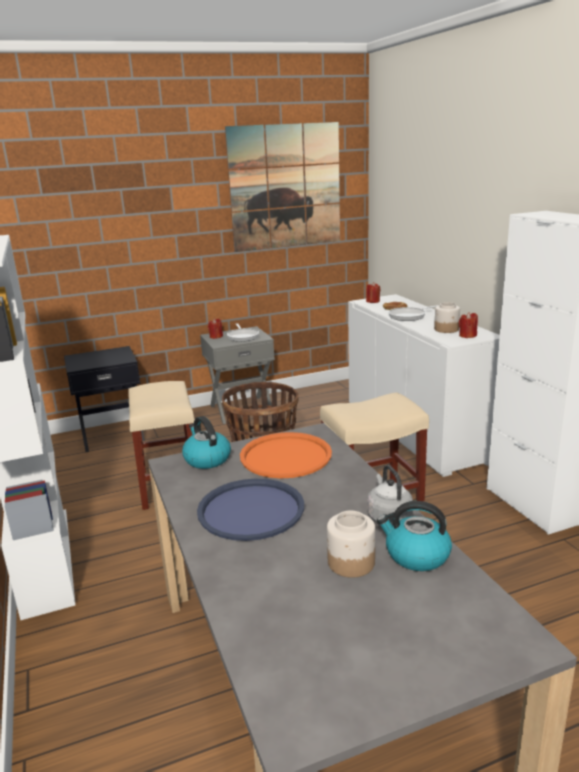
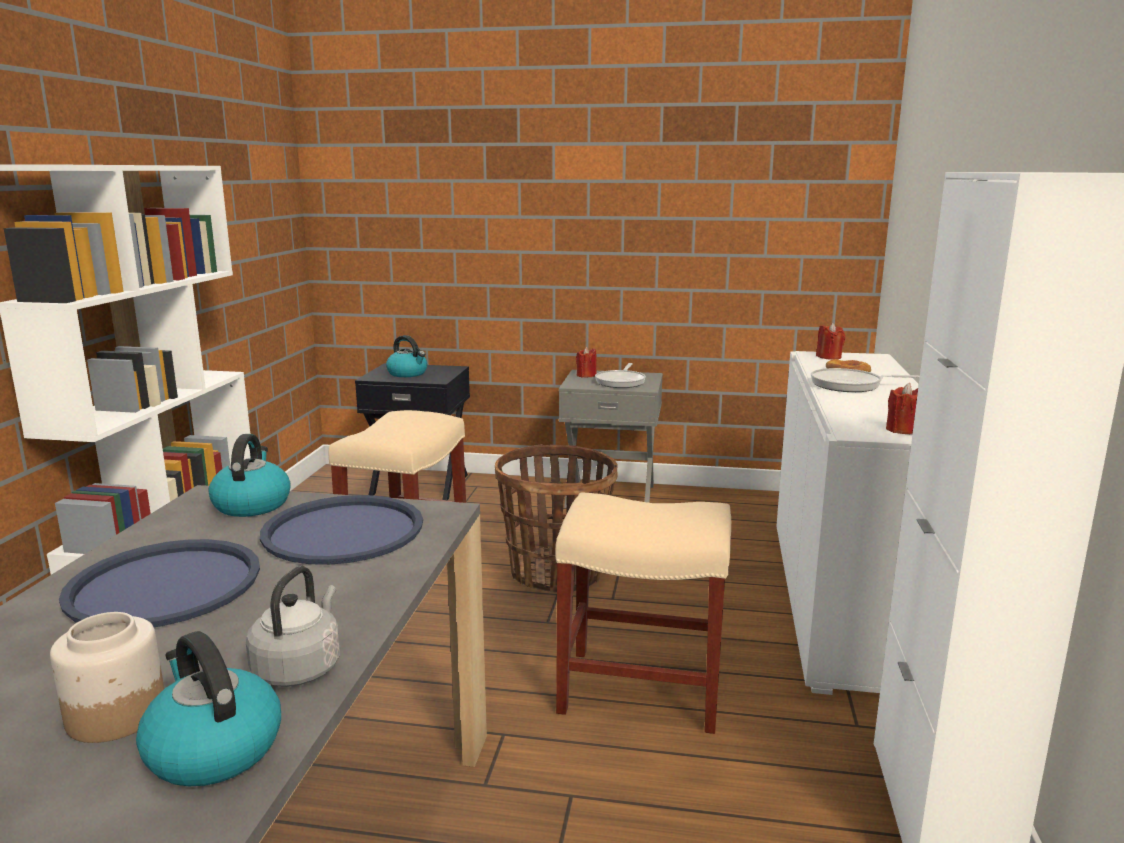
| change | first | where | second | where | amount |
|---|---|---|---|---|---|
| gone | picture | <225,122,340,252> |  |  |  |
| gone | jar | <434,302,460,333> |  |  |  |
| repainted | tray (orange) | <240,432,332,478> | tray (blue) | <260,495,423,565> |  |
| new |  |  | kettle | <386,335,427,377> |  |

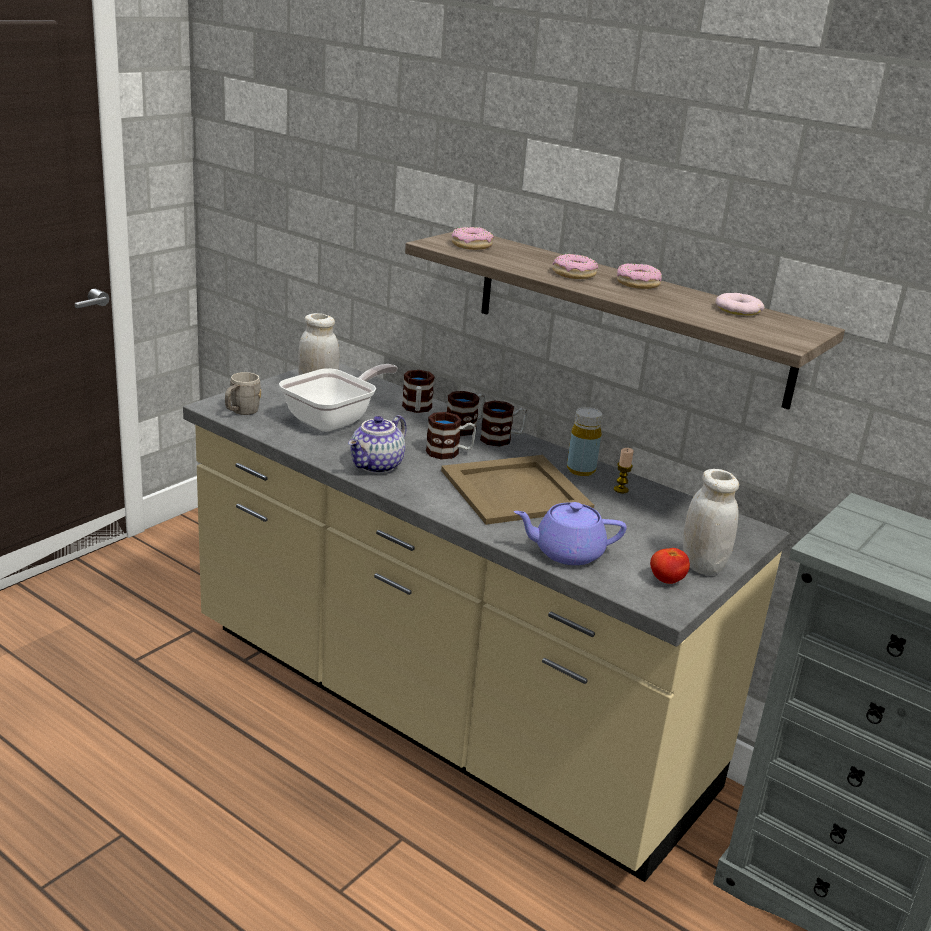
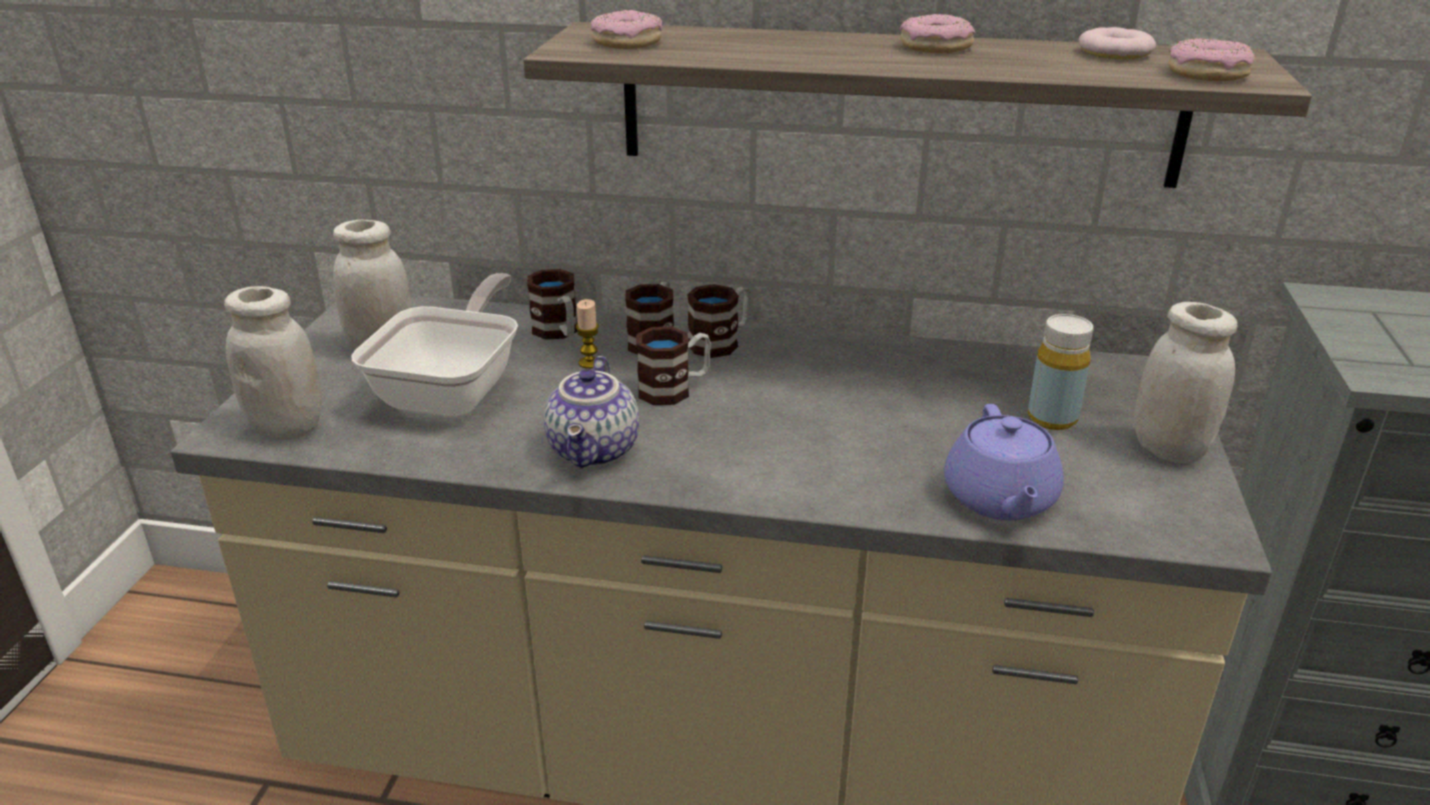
| change | first | where | second | where | amount |
|---|---|---|---|---|---|
| shifted | donut | <553,254,598,279> |  | <1168,38,1255,81> |  |
| swapped | mug (grey) | <225,372,261,415> | jar (white) | <224,286,322,441> |  |
| shifted | bottle (yellow) | <567,407,602,476> |  | <1028,314,1093,430> |  |
| shifted | candle | <614,448,634,493> |  | <576,299,599,369> |  |
| gone | tray (beige) | <441,455,594,525> |  |  |  |
| rotated | teapot (purple) | <514,502,627,565> |  | <944,404,1064,520> | 60 degrees counterclockwise |
| gone | tomato | <650,548,690,584> |  |  |  |

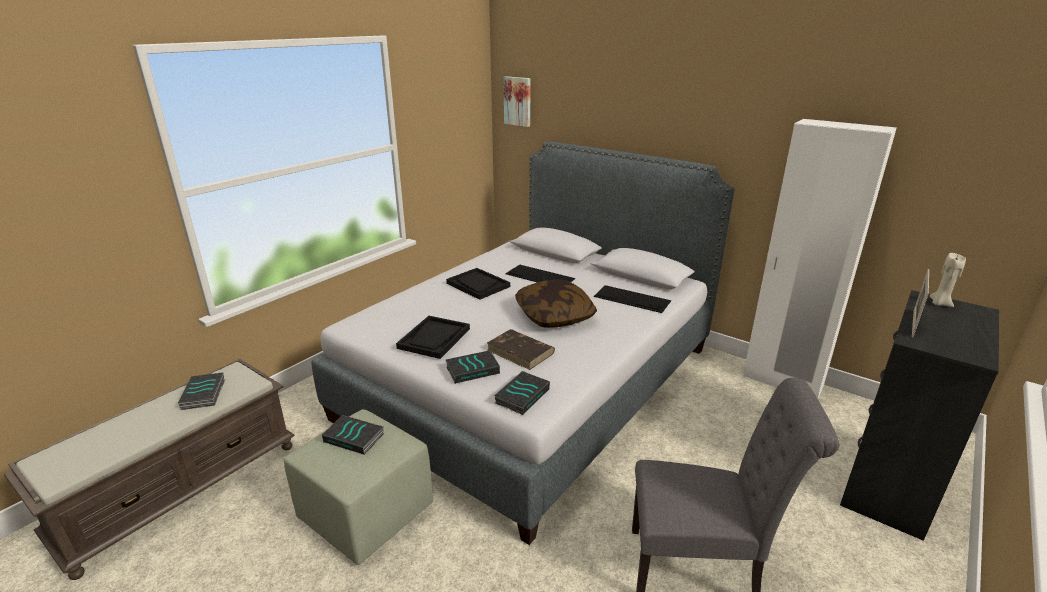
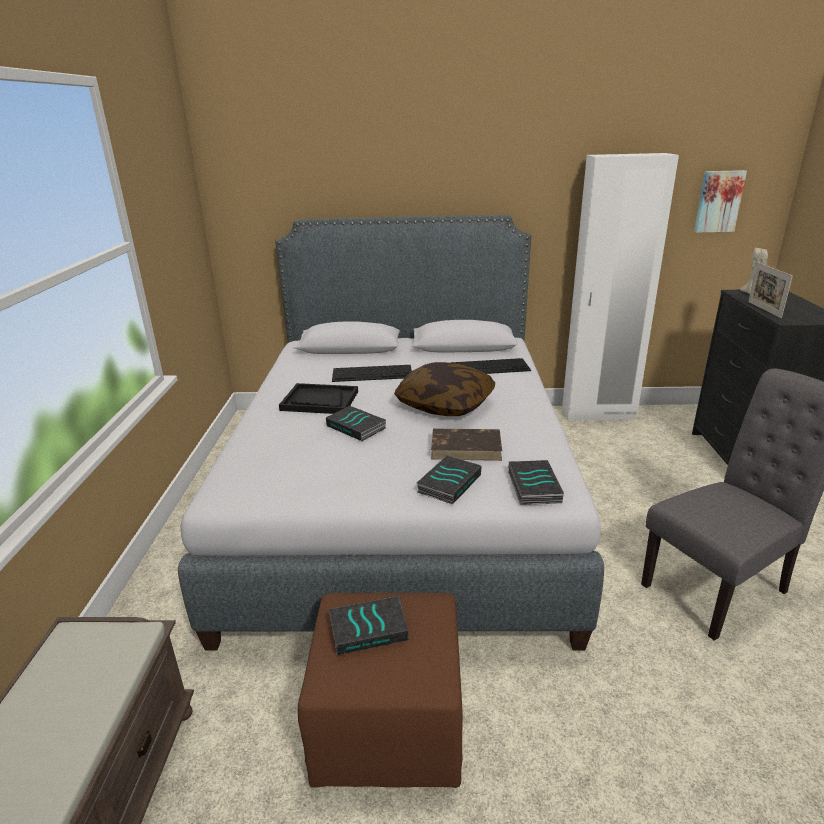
| change | first | where | second | where | amount |
|---|---|---|---|---|---|
| shifted | picture | <503,76,530,127> |  | <694,170,747,233> |  |
| gone | tray (black) | <396,316,470,359> |  |  |  |
| shifted | book | <178,372,225,410> |  | <326,406,386,441> |  |
| repainted | ottoman (green) | <284,409,433,565> | ottoman (brown) | <298,593,463,788> |  |

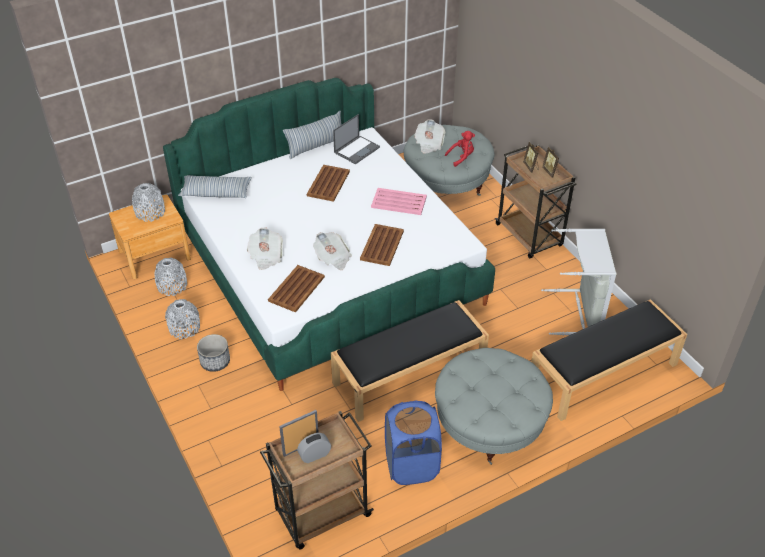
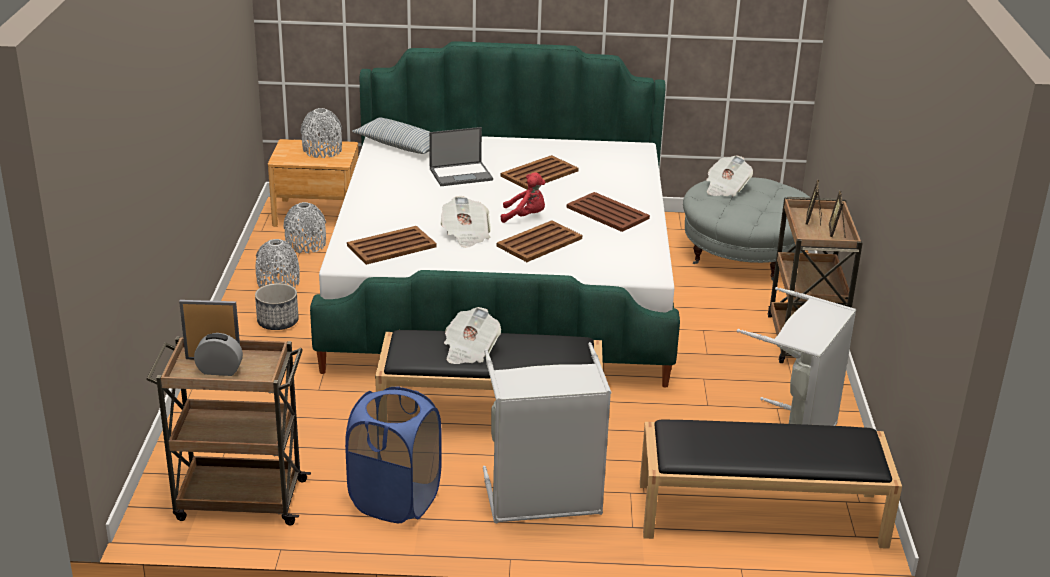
| change | first | where | second | where | amount |
|---|---|---|---|---|---|
| gone | pillow | <283,111,342,159> |  |  |  |
| shifted | laptop | <333,114,380,164> |  | <429,127,493,186> |  |
| shifted | plush toy (red) | <445,131,475,167> |  | <501,173,545,223> |  |
| repainted | tray (pink) | <371,188,427,215> | tray (brown) | <567,192,650,232> |  |
| shifted | newspaper | <247,227,283,270> |  | <444,307,501,364> |  |
| swapped | ottoman (grey) | <435,348,553,465> | laundry basket (grey) | <483,342,611,523> |  |

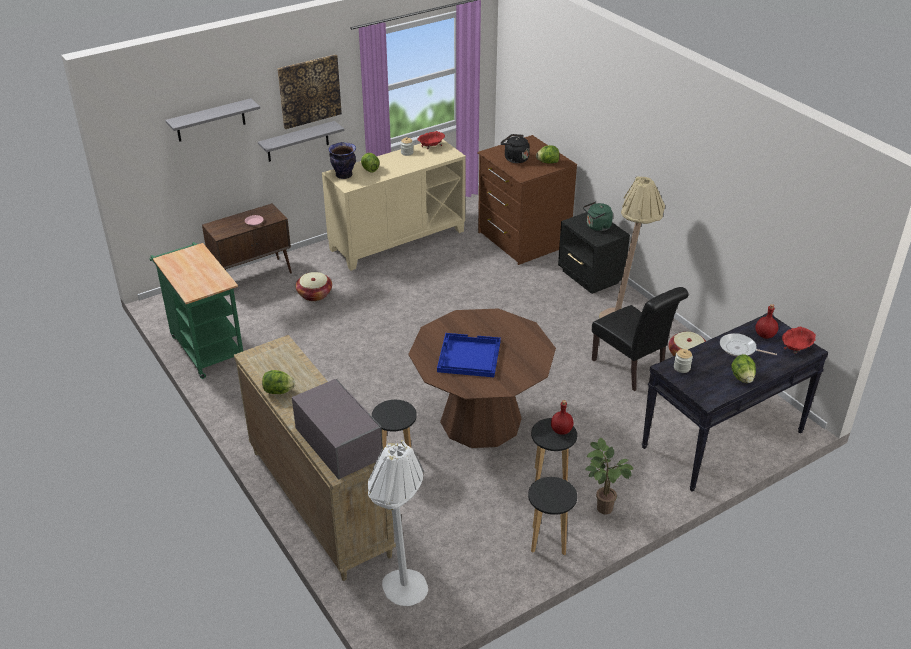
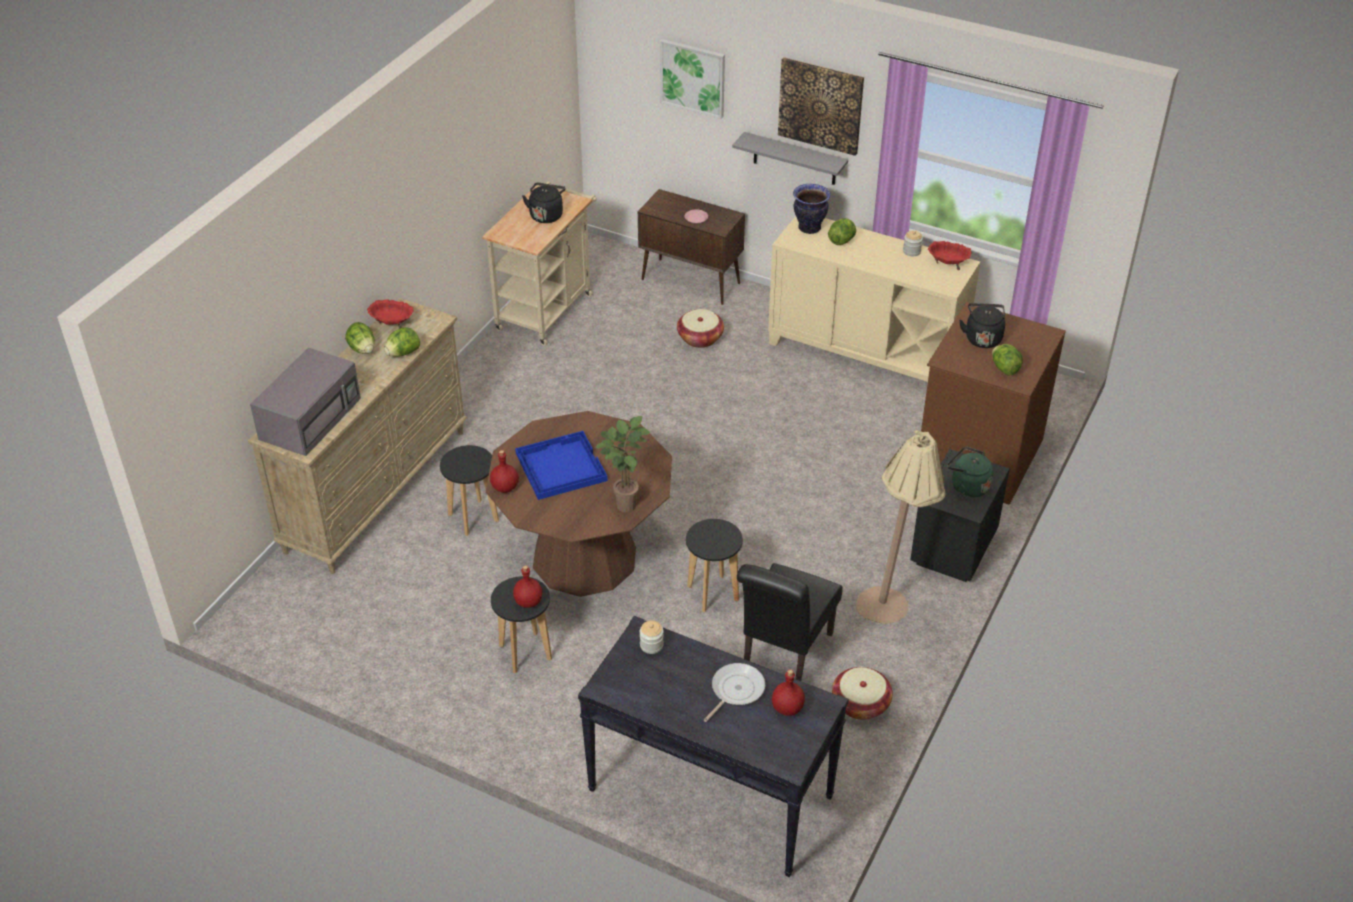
| change | first | where | second | where | amount |
|---|---|---|---|---|---|
| swapped | shelf (grey) | <165,98,260,142> | picture | <660,39,725,119> |  |
| repainted | cart (green) | <149,242,243,379> | cart (beige) | <482,181,597,346> |  |
| shifted | bowl (red) | <782,326,816,354> |  | <367,299,414,329> |  |
| rotated | frying pan | <720,333,777,357> |  | <704,663,765,722> | 45 degrees clockwise |
| shifted | lettuce | <731,354,756,383> |  | <384,327,420,357> |  |
| shifted | potted plant | <585,438,634,514> |  | <596,416,650,512> |  |
| gone | floor lamp (white) | <368,440,428,606> |  |  |  |
| shifted | stool (black) | <528,477,577,555> |  | <686,519,743,612> |  |
| new |  |  | kettle (black) | <522,183,566,223> |  |
| new |  |  | bottle (red) | <490,450,519,493> |  |

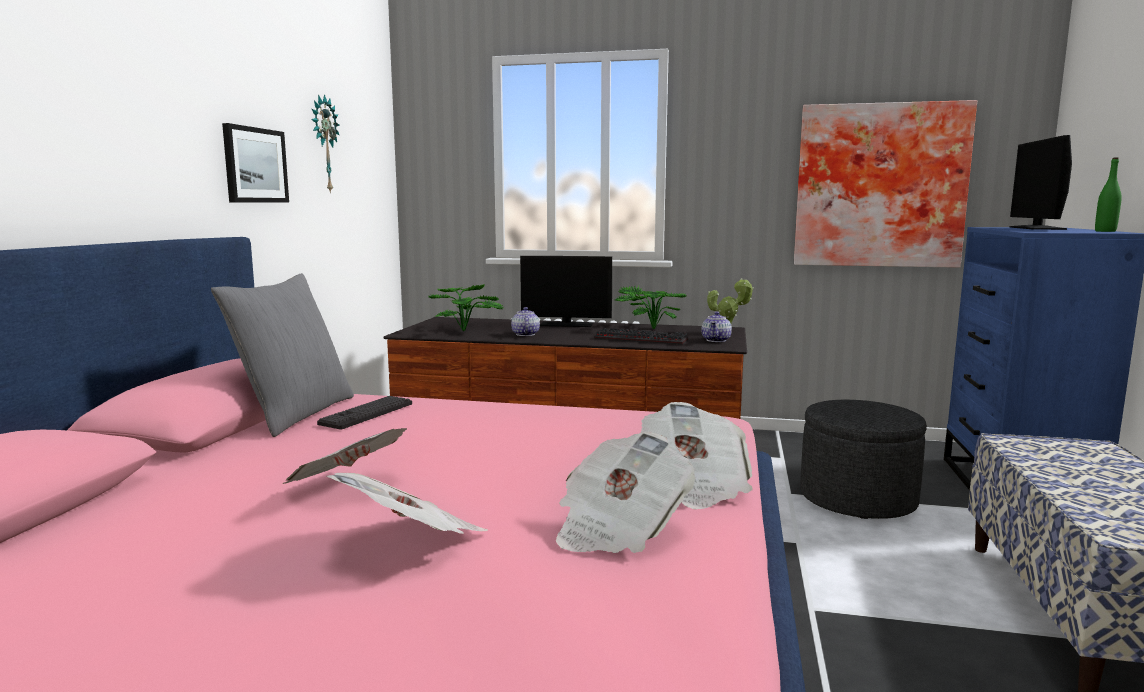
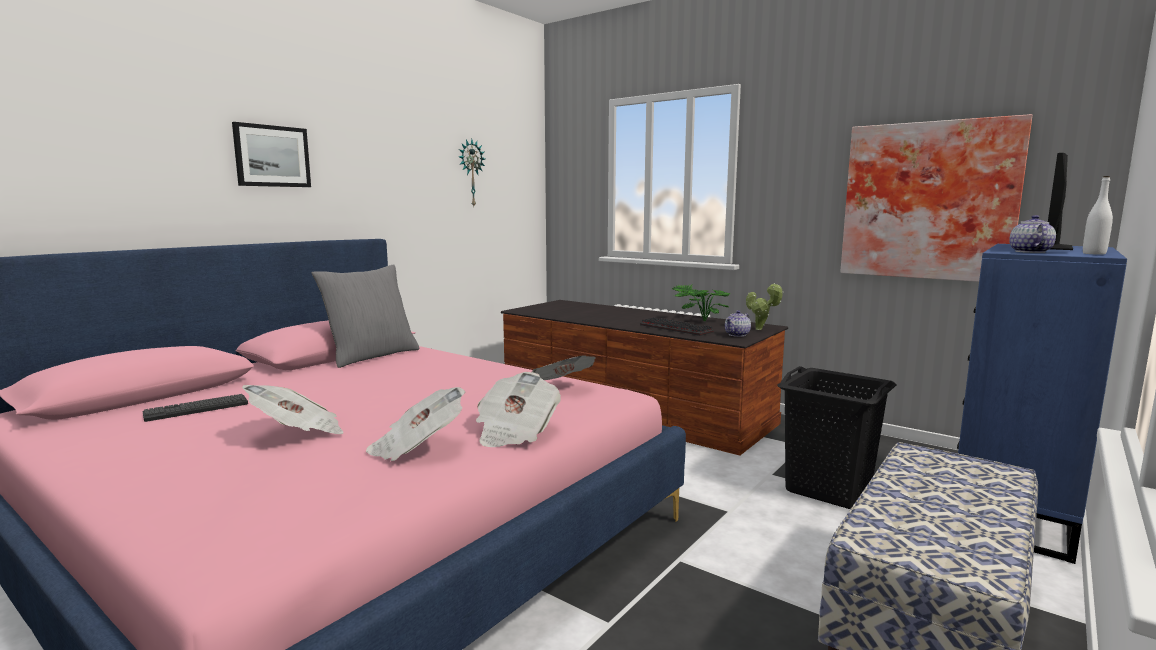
| change | first | where | second | where | amount |
|---|---|---|---|---|---|
| shifted | picture | <222,123,289,203> |  | <232,122,311,187> |  |
| repainted | bottle (green) | <1095,157,1122,232> | bottle (white) | <1083,176,1113,255> |  |
| gone | monitor | <520,256,612,327> |  |  |  |
| gone | potted plant | <429,284,503,331> |  |  |  |
| shifted | teapot | <511,307,540,336> |  | <1009,215,1056,253> |  |
| shifted | keyboard | <317,396,412,430> |  | <142,394,248,422> |  |
| swapped | ottoman (grey) | <800,400,927,519> | laundry basket (black) | <777,366,897,509> |  |
| shifted | newspaper | <282,428,407,484> |  | <532,355,596,380> |  |

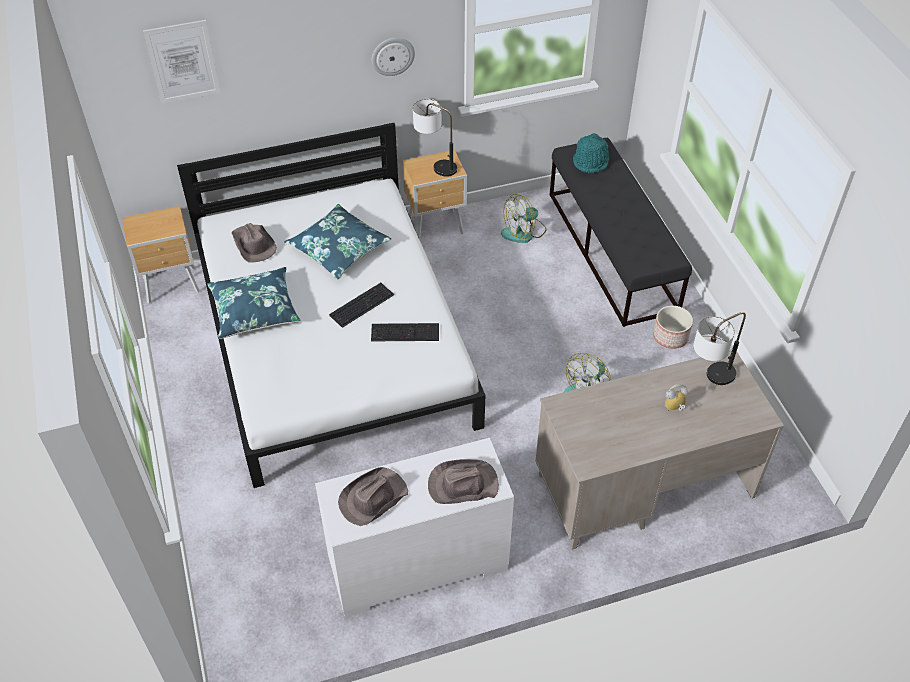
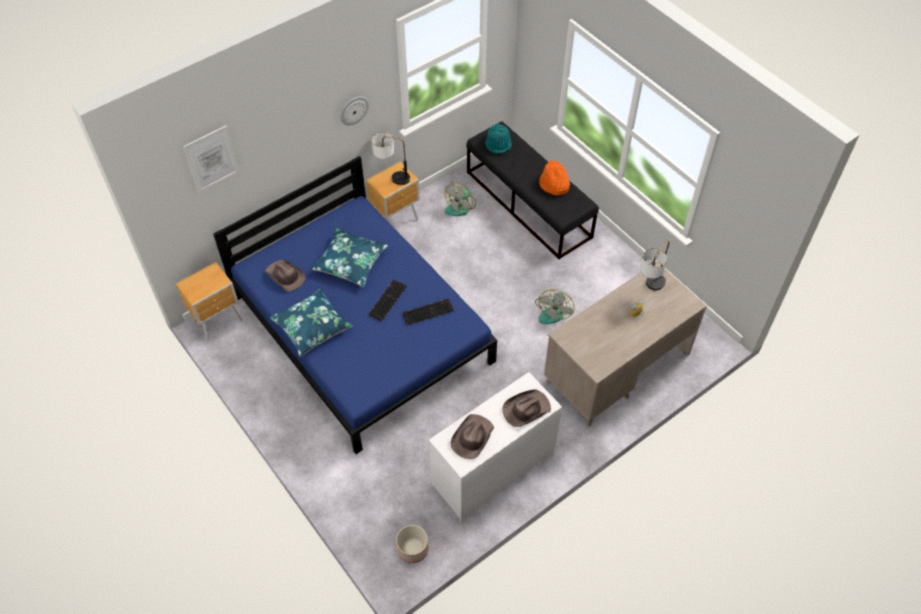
| change | first | where | second | where | amount |
|---|---|---|---|---|---|
| repainted | bed (white) | <177,123,485,488> | bed (blue) | <213,156,497,454> |  |
| shifted | planter | <653,306,693,349> |  | <396,525,429,563> |  |
| new |  |  | hat (orange) | <539,160,570,195> |  |

